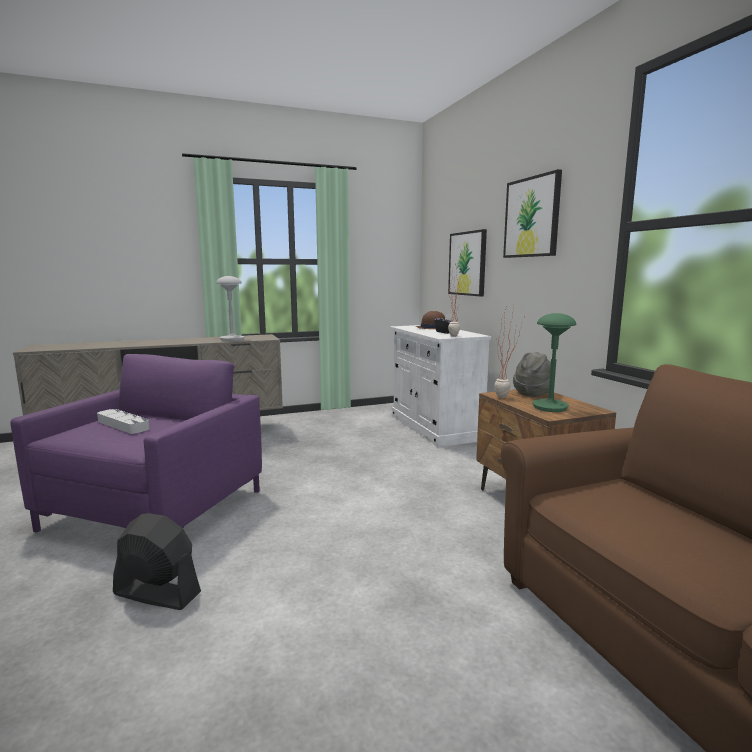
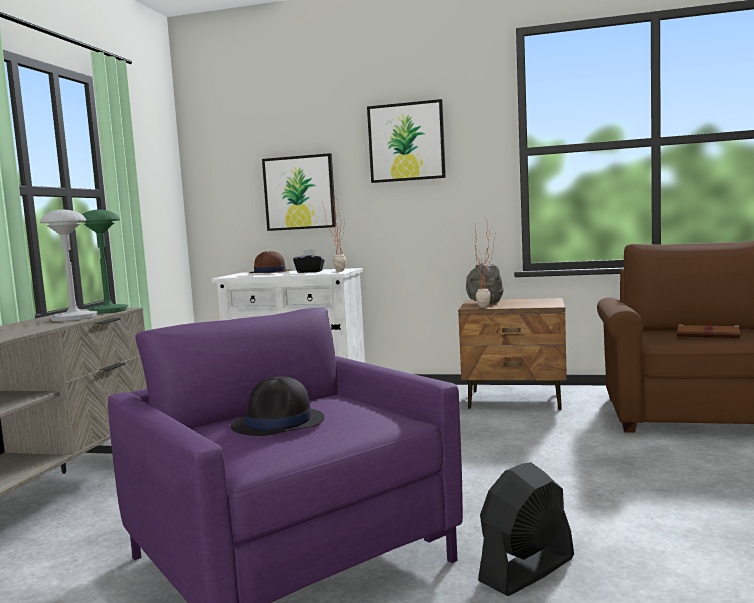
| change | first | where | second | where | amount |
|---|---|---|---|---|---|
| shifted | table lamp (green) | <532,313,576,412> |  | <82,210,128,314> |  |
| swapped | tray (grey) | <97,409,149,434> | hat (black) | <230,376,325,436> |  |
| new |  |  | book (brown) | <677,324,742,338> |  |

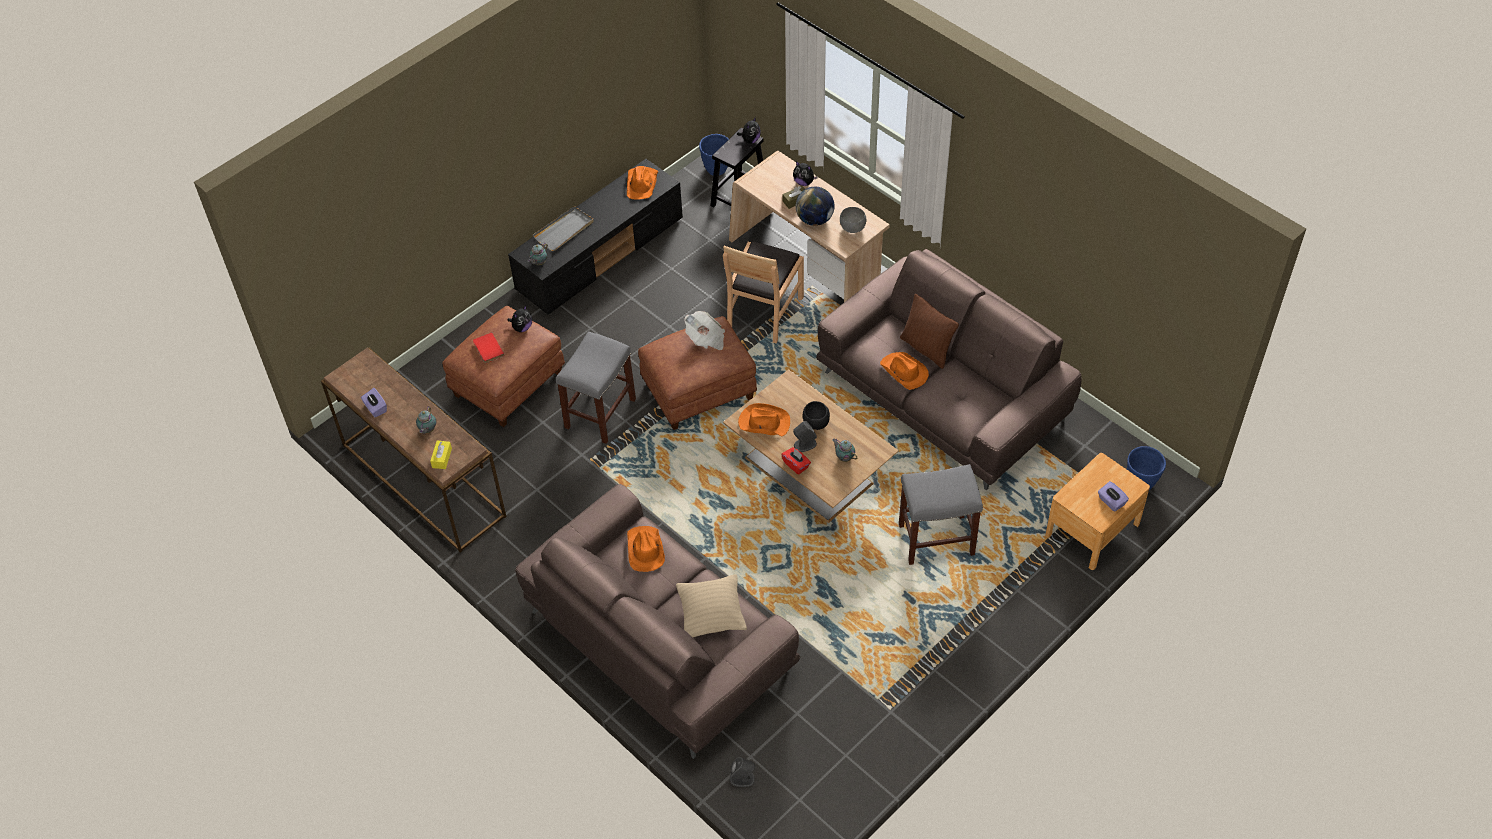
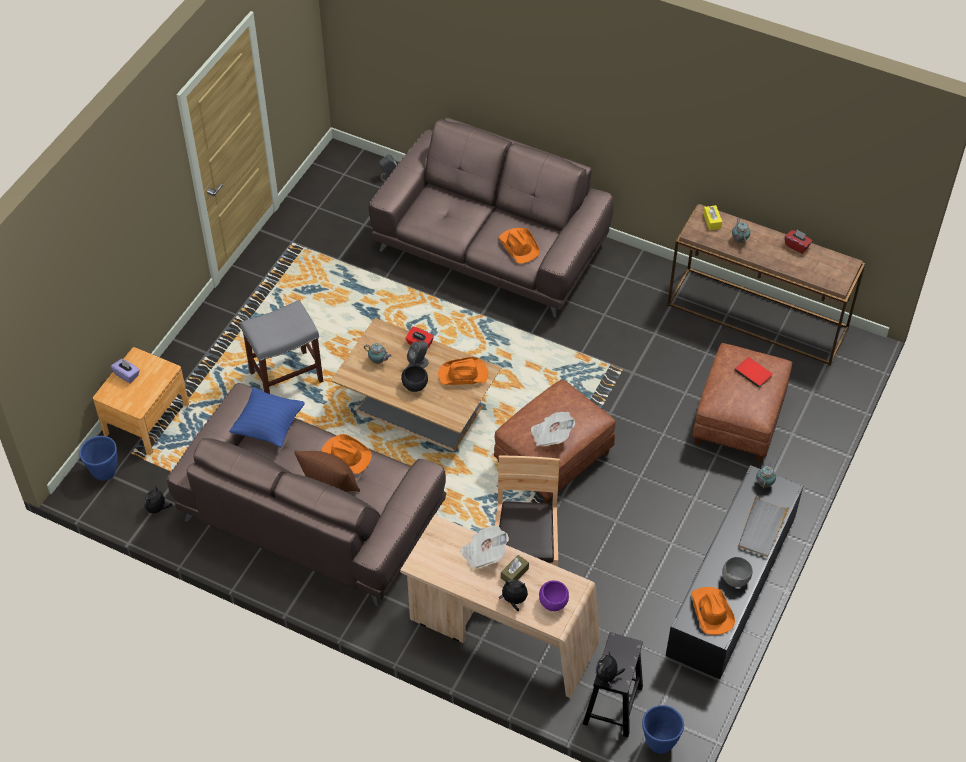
| change | first | where | second | where | amount |
|---|---|---|---|---|---|
| swapped | globe | <796,187,835,226> | newspaper | <460,525,509,569> |  |
| shifted | bowl (grey) | <840,207,866,233> |  | <722,557,753,587> |  |
| shifted | plush toy | <508,306,532,332> |  | <145,485,172,514> |  |
| gone | stool (grey) | <556,331,636,444> |  |  |  |
| repainted | tissue box (purple) | <361,388,387,418> | tissue box (red) | <785,229,812,254> |  |
| gone | pillow (beige) | <676,574,747,637> |  |  |  |
| new |  |  | pillow (blue) | <230,387,305,448> |  |
| new |  |  | bowl (purple) | <539,581,569,611> |  |

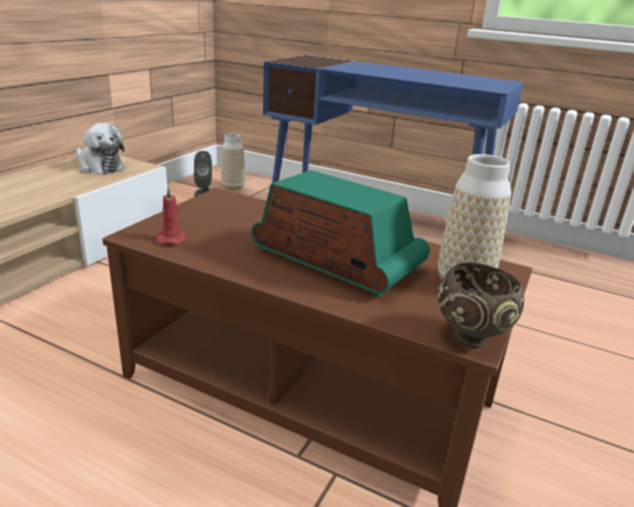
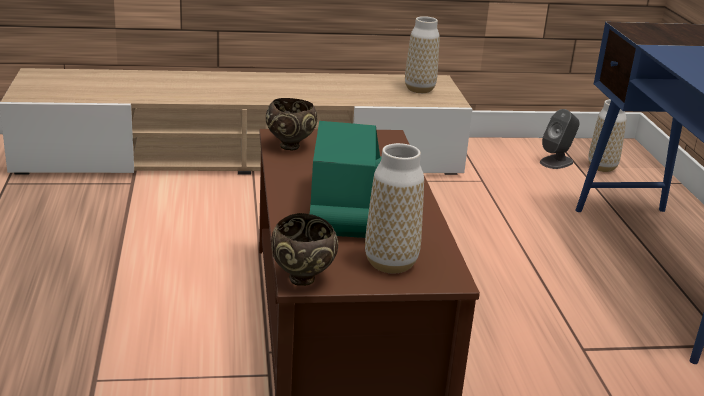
| change | first | where | second | where | amount |
|---|---|---|---|---|---|
| swapped | plush toy | <76,123,125,174> | vase | <405,16,440,93> |  |
| swapped | candle (red) | <156,185,186,244> | bowl (brown) | <266,98,317,150> |  |

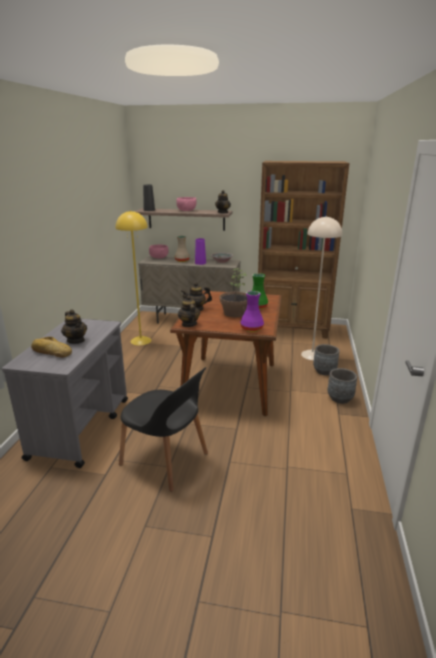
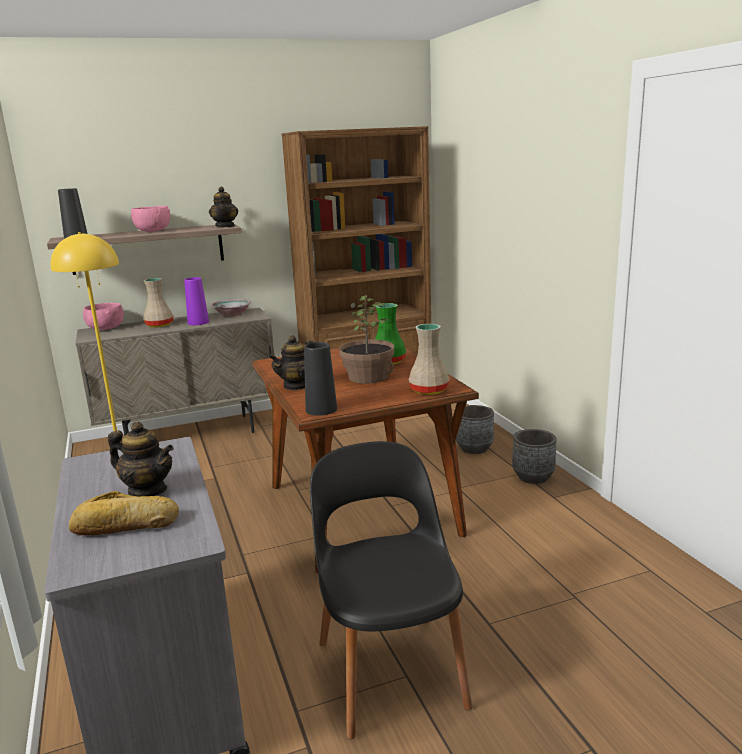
| change | first | where | second | where | amount |
|---|---|---|---|---|---|
| gone | floor lamp (beige) | <301,216,342,360> |  |  |  |
| repainted | vase (purple) | <240,291,264,332> | vase (beige) | <408,324,450,395> |  |
| swapped | teapot | <178,295,200,327> | vase (black) | <304,342,337,416> |  |
| rotated | chair (black) | <119,367,208,492> |  | <310,441,472,739> | 105 degrees counterclockwise |

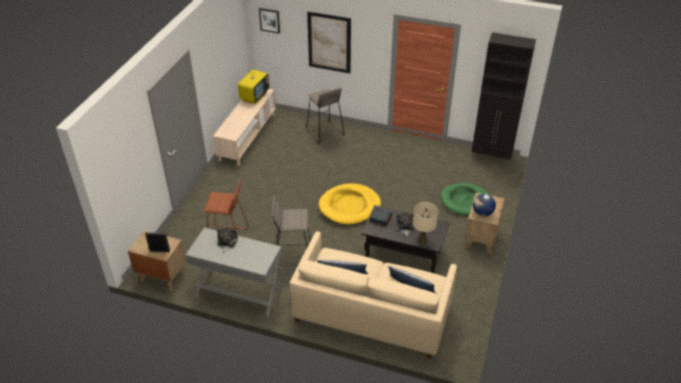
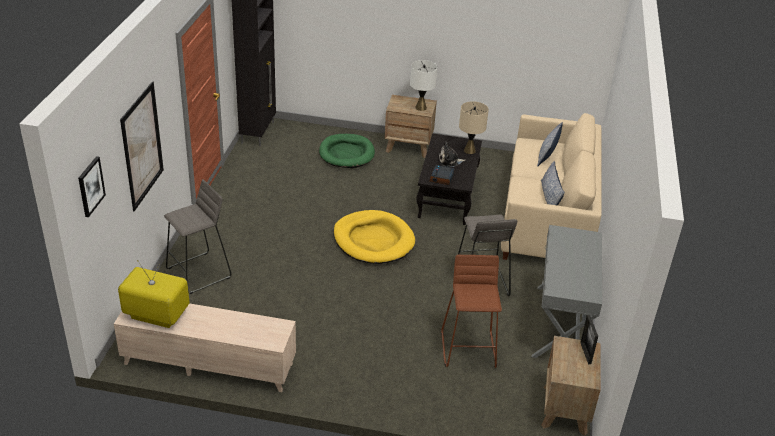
| change | first | where | second | where | amount |
|---|---|---|---|---|---|
| swapped | globe | <473,194,496,216> | table lamp (white) | <410,60,437,111> |  |
| gone | plush toy | <217,227,238,253> |  |  |  |

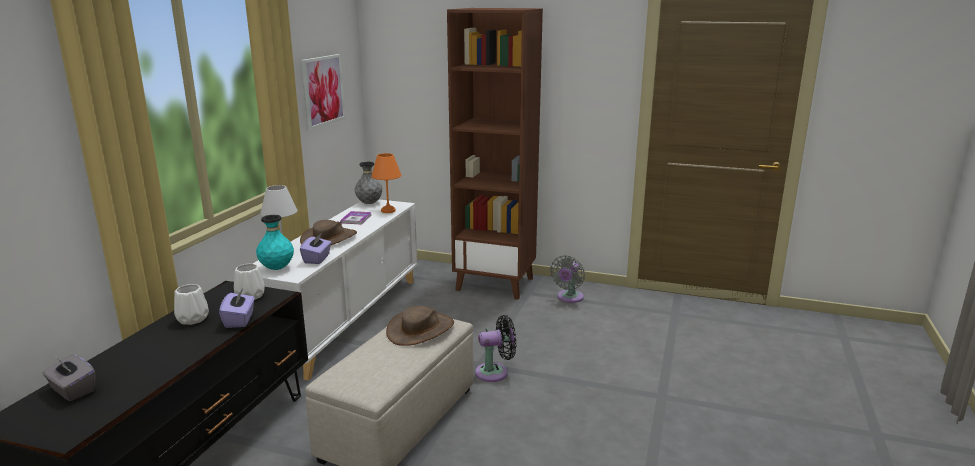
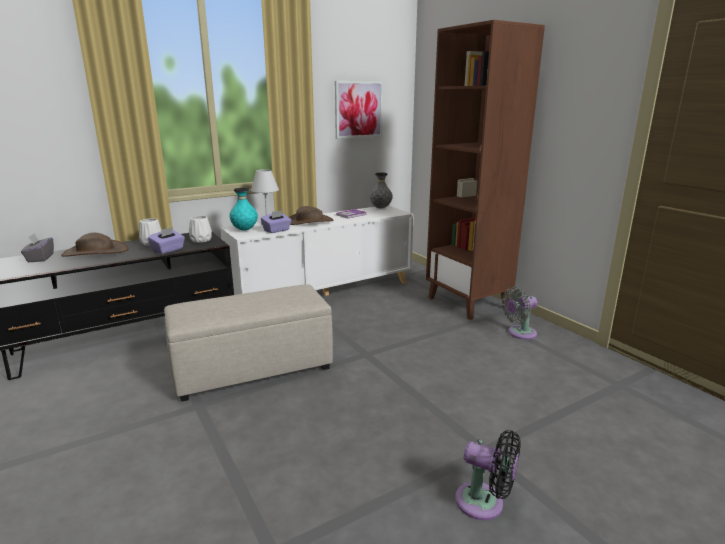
| change | first | where | second | where | amount |
|---|---|---|---|---|---|
| gone | table lamp (orange) | <371,153,401,213> |  |  |  |
| shifted | hat (brown) | <386,306,454,346> |  | <61,233,128,257> |  |
| shifted | fan (black) | <475,315,516,382> |  | <455,430,521,520> |  |

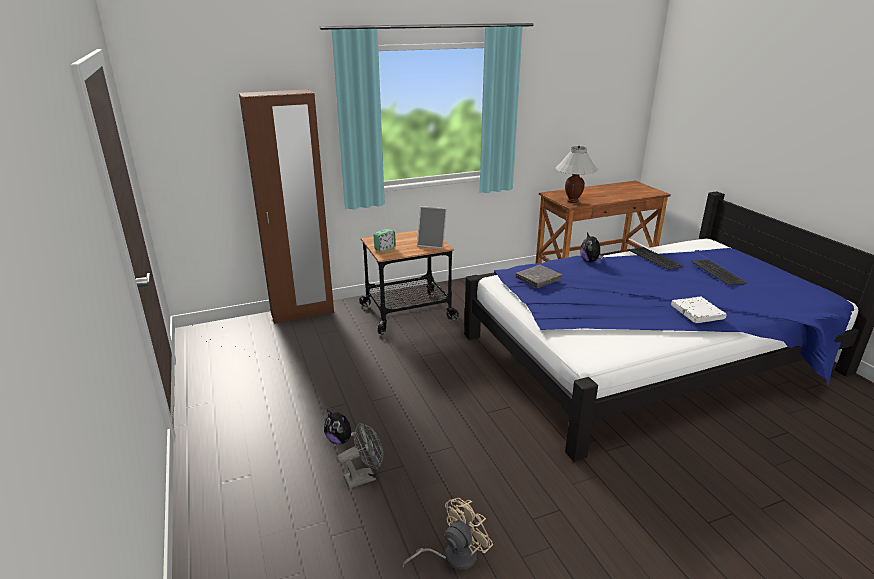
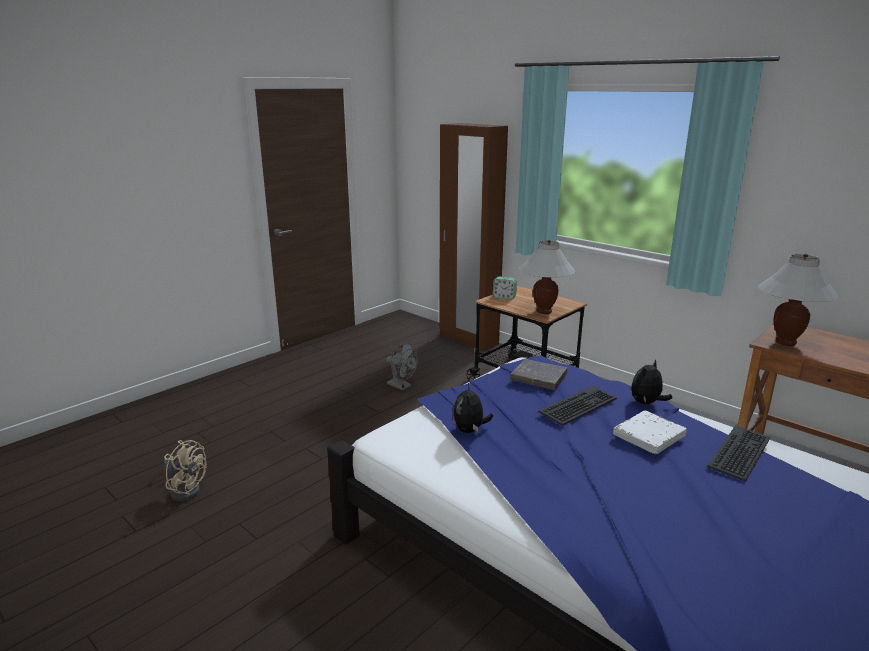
| change | first | where | second | where | amount |
|---|---|---|---|---|---|
| swapped | picture frame | <417,206,447,249> | table lamp (white) | <519,240,576,314> |  |
| shifted | keyboard | <691,260,747,285> |  | <538,386,617,426> |  |
| shifted | book (white) | <671,297,727,323> |  | <613,410,687,454> |  |
| shifted | plush toy | <324,410,356,444> |  | <452,383,493,433> |  |
| shifted | fan (grey) | <337,422,383,489> |  | <386,343,418,390> |  |

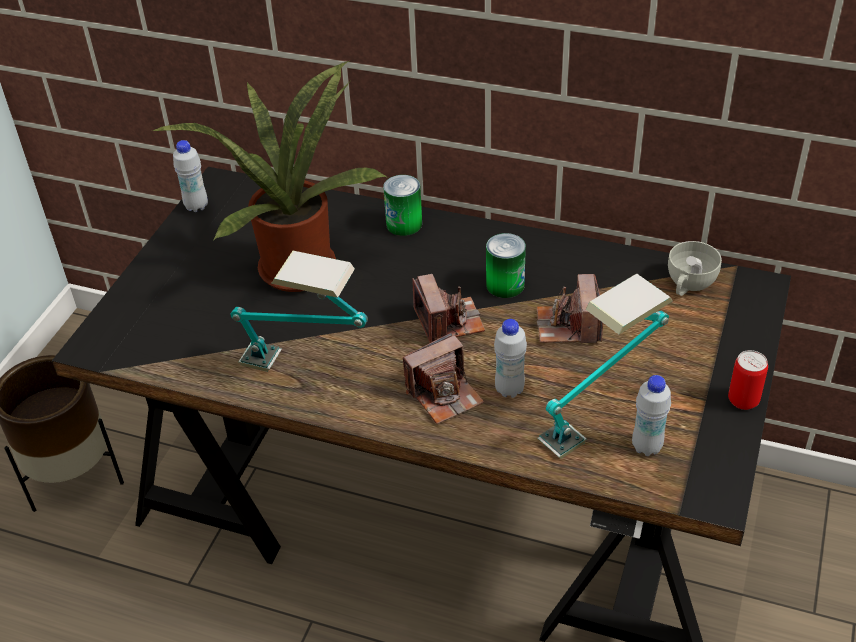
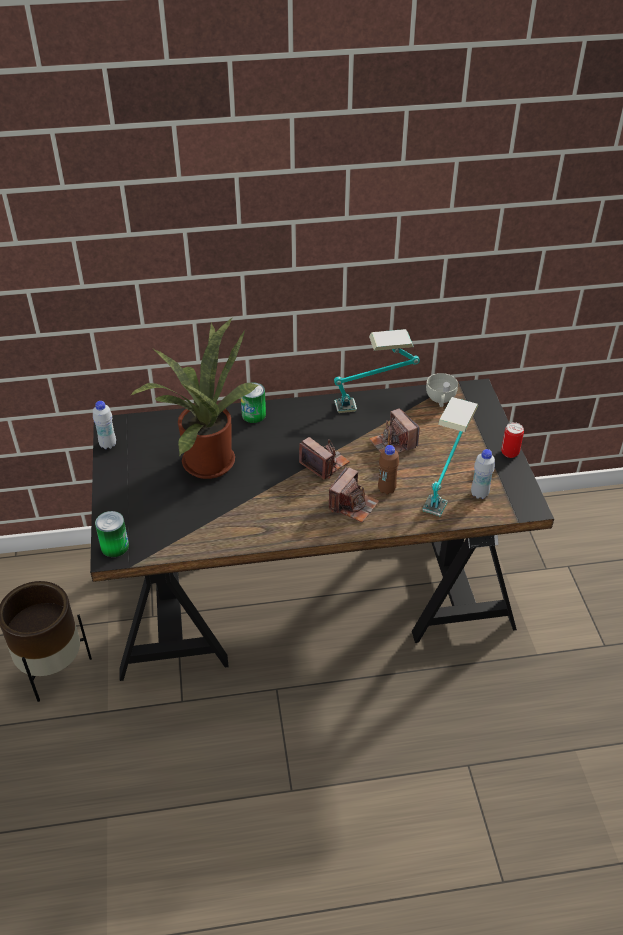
| change | first | where | second | where | amount |
|---|---|---|---|---|---|
| shifted | can | <486,233,526,298> |  | <95,511,129,557> |  |
| shifted | table lamp | <231,251,368,372> |  | <334,329,420,413> |  |
| repainted | bottle (white) | <494,319,527,398> | bottle (brown) | <378,445,399,495> |  |

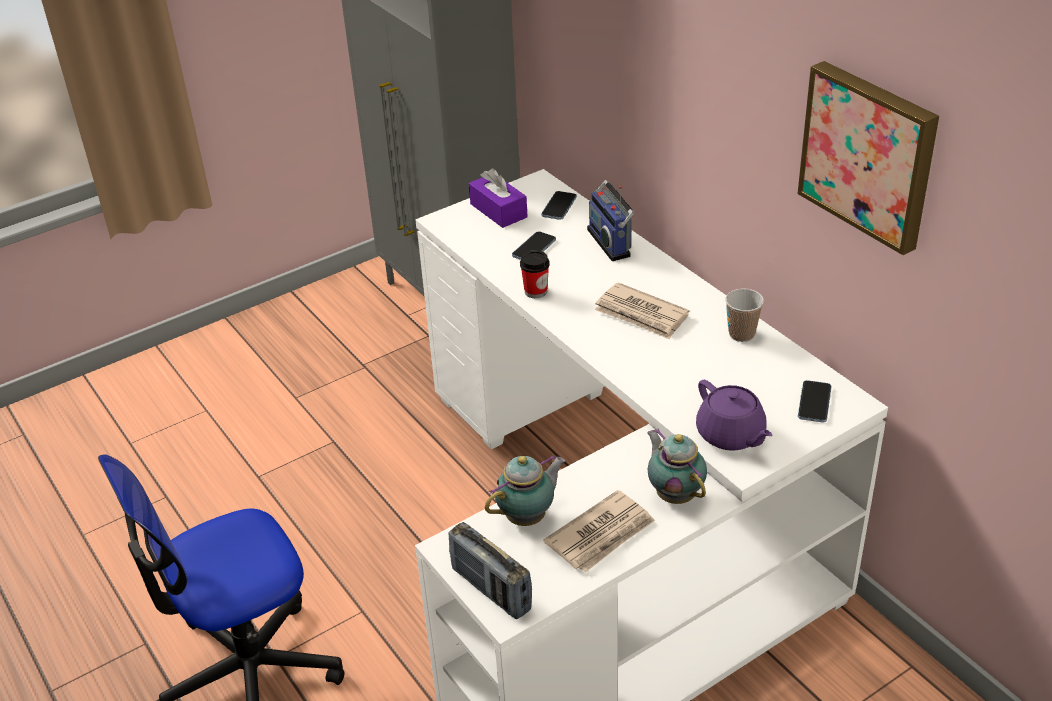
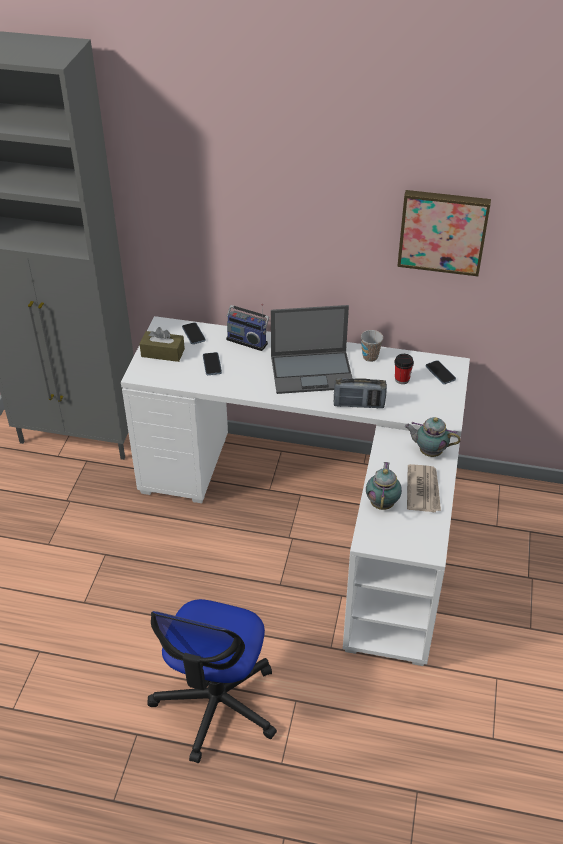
| change | first | where | second | where | amount |
|---|---|---|---|---|---|
| repainted | tissue box (purple) | <469,168,528,228> | tissue box (brown) | <140,327,185,362> |  |
| shifted | cup | <520,250,550,298> |  | <394,354,414,384> |  |
| swapped | newspaper | <595,282,690,340> | laptop | <271,305,353,394> |  |
| gone | teapot (purple) | <696,380,772,451> |  |  |  |
| shifted | radio | <448,522,532,619> |  | <334,378,387,409> |  |

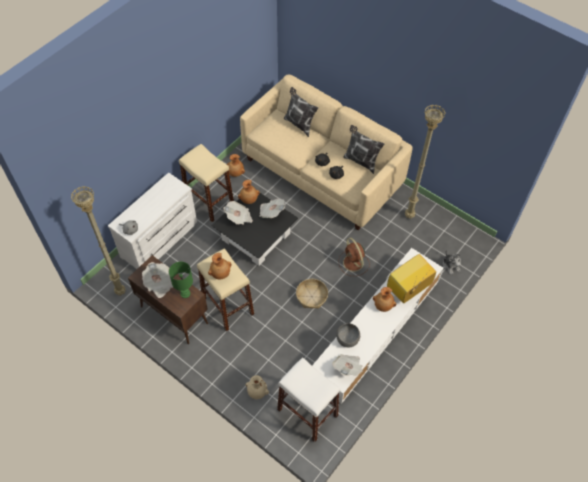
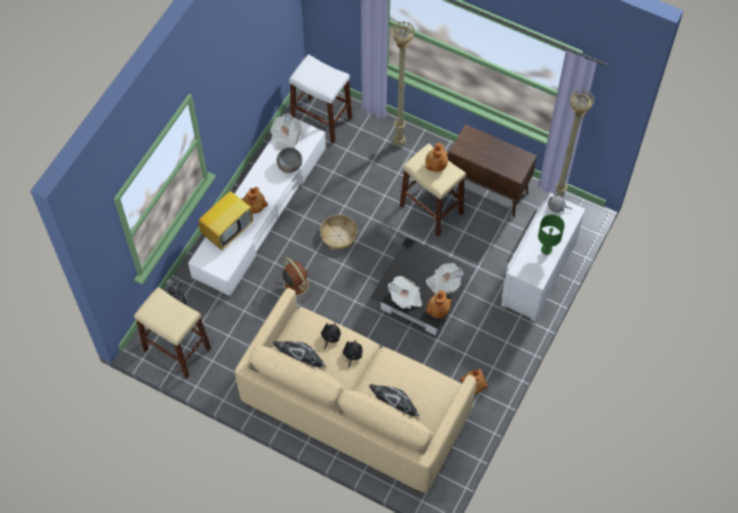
| change | first | where | second | where | amount |
|---|---|---|---|---|---|
| shifted | floor lamp (beige) | <405,104,445,219> |  | <391,21,415,146> |  |
| shifted | stool (beige) | <179,144,234,222> |  | <134,287,211,378> |  |
| gone | newspaper | <142,262,173,298> |  |  |  |
| shifted | table lamp (green) | <169,262,193,298> |  | <538,214,565,255> |  |
| gone | vase (beige) | <246,375,269,399> |  |  |  |

